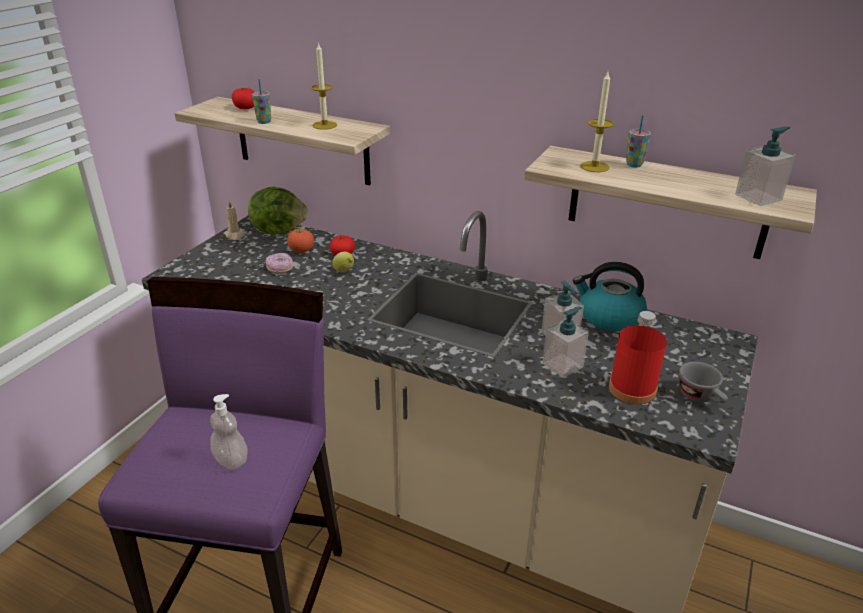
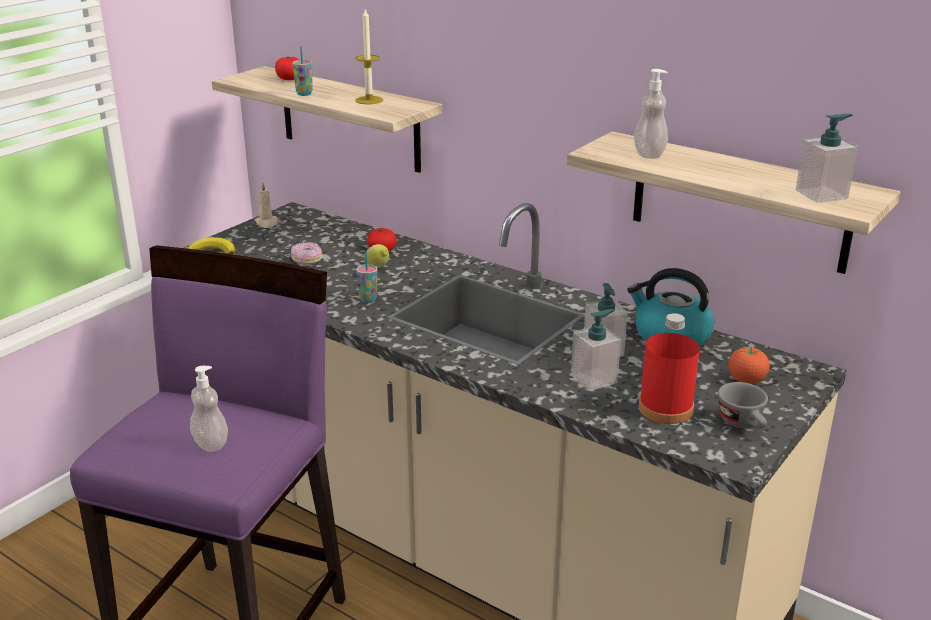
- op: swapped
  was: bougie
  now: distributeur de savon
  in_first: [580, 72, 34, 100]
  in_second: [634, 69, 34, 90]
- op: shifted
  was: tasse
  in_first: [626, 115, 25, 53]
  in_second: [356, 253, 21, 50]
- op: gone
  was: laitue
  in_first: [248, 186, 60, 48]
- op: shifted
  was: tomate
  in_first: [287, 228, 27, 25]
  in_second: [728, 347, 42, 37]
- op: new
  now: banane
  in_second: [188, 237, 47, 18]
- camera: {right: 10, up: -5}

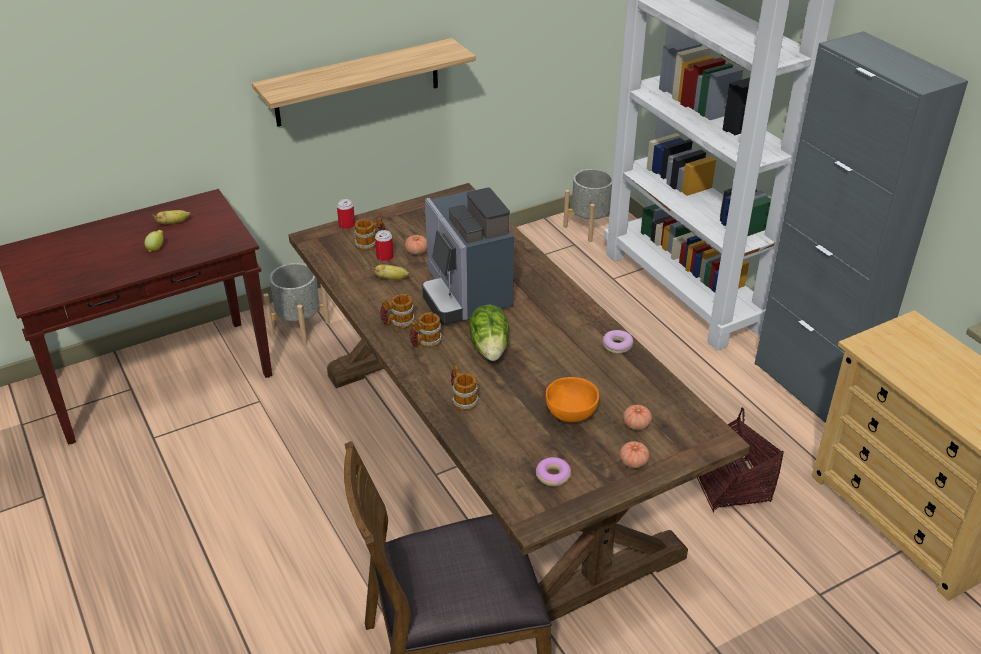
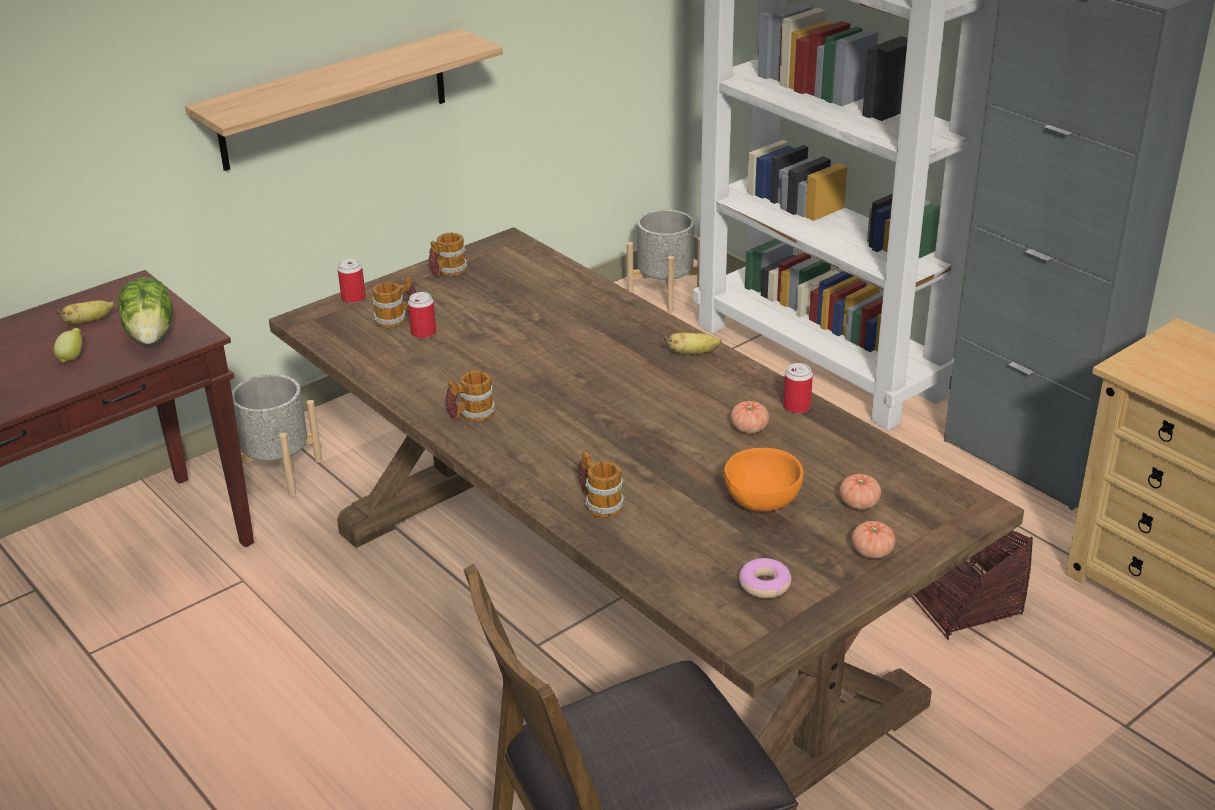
- op: gone
  was: machine à café
  in_first: [422, 188, 92, 137]
- op: shifted
  was: tomate
  in_first: [405, 235, 22, 20]
  in_second: [730, 401, 39, 32]
- op: shifted
  was: banane
  in_first: [371, 264, 38, 16]
  in_second: [664, 333, 58, 21]
- op: shifted
  was: laitue
  in_first: [469, 305, 40, 56]
  in_second: [118, 277, 55, 67]
- op: shifted
  was: mug
  in_first: [410, 312, 32, 36]
  in_second: [429, 232, 38, 45]
- op: swapped
  was: beignet
  now: boîte métallique
  in_first: [603, 330, 30, 24]
  in_second: [783, 363, 30, 51]
- camera: {right: -10, up: -5}

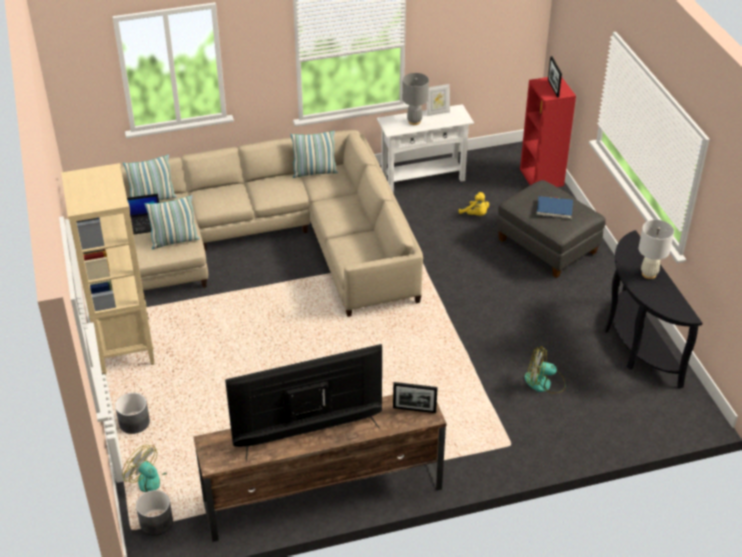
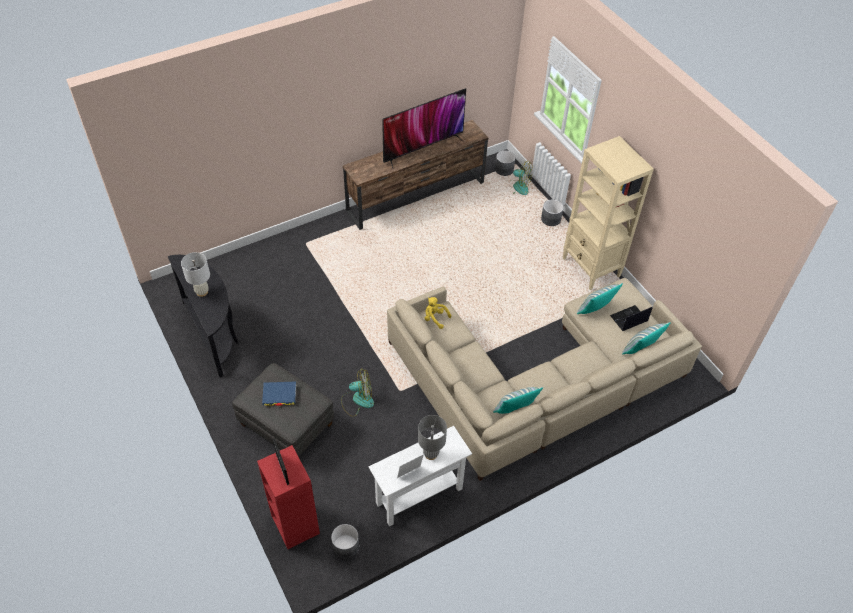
- op: shifted
  was: peluche (jaune)
  in_first: [459, 192, 30, 24]
  in_second: [425, 297, 26, 32]
- op: shifted
  was: ventilateur
  in_first: [524, 346, 41, 48]
  in_second: [341, 369, 33, 48]
- op: gone
  was: cadre photo
  in_first: [393, 382, 45, 31]
- op: new
  now: cache-pot (gris)
  in_second: [331, 524, 28, 35]
- camera: {right: 165, up: 10}

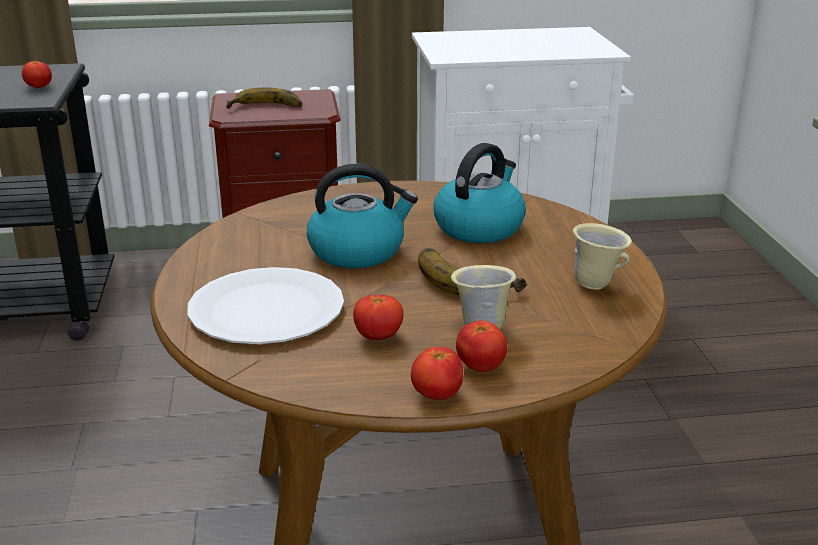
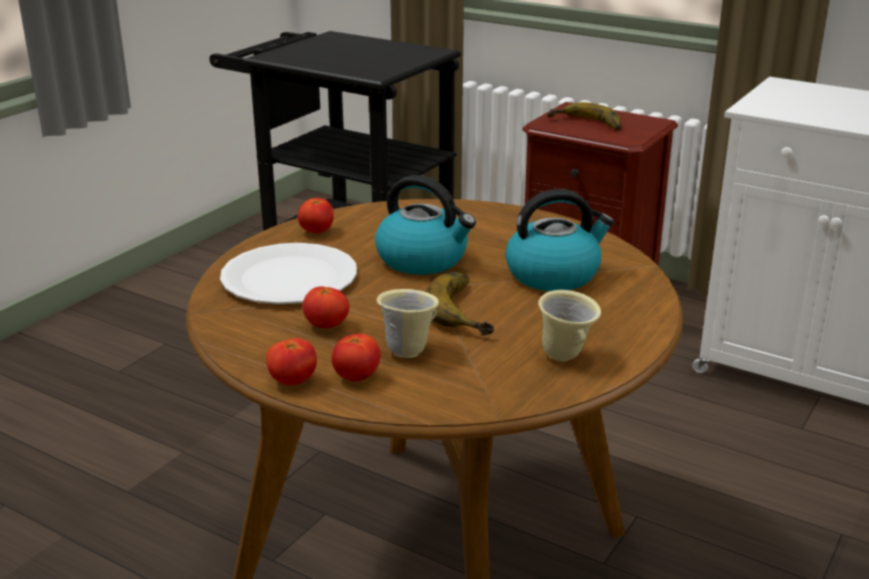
- op: shifted
  was: tomate
  in_first: [22, 61, 30, 27]
  in_second: [298, 198, 36, 35]
- camera: {right: 40, up: 0}

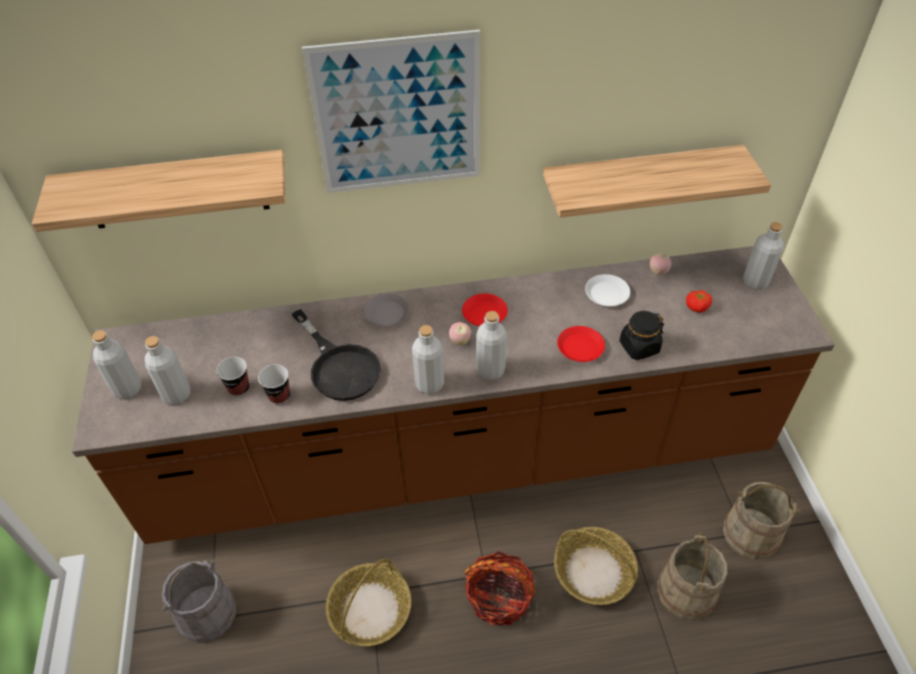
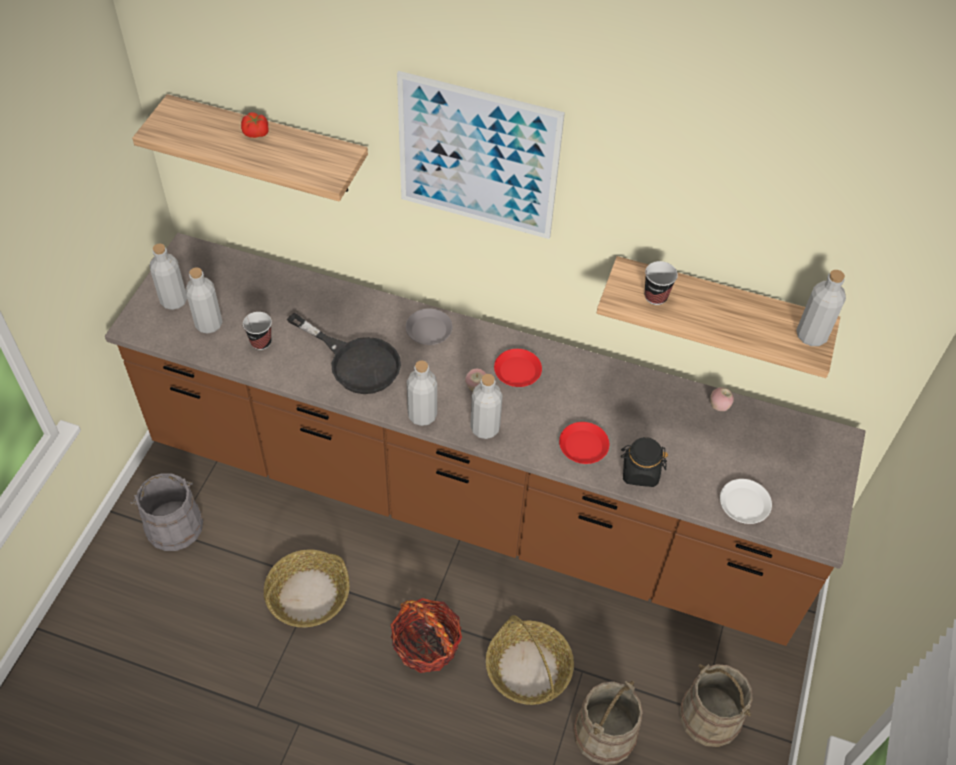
- op: shifted
  was: bouteille (gris)
  in_first: [743, 222, 41, 68]
  in_second: [796, 270, 50, 76]
- op: shifted
  was: assiette (blanc)
  in_first: [585, 274, 45, 32]
  in_second: [720, 479, 52, 45]
- op: shifted
  was: tomate
  in_first: [686, 290, 26, 22]
  in_second: [241, 112, 28, 26]
- op: rotated
  was: poêle (noir)
  in_first: [292, 309, 89, 92]
  in_second: [287, 312, 114, 82]
  clockwise: -45
- op: shifted
  was: tasse
  in_first: [258, 364, 32, 40]
  in_second: [645, 261, 33, 44]
- camera: {right: 25, up: 5}

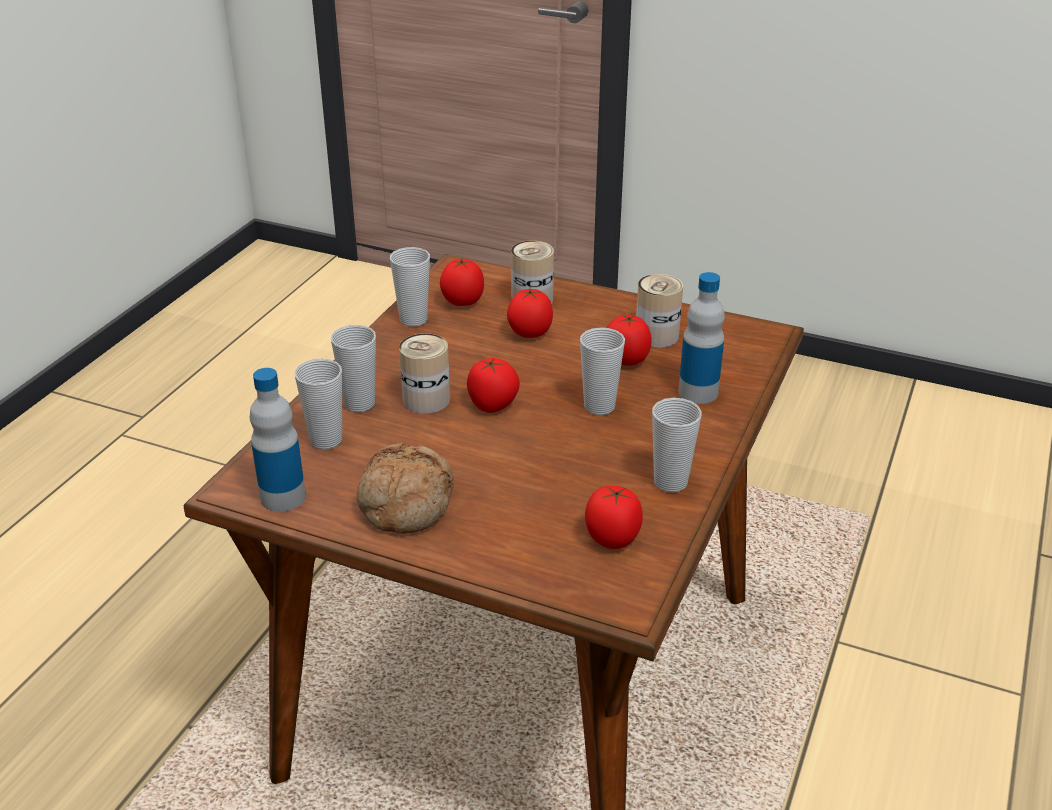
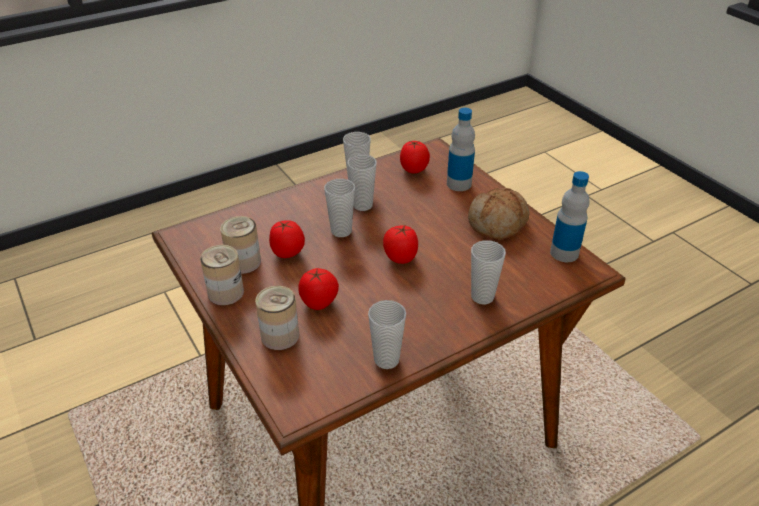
- op: gone
  was: tomate
  in_first: [440, 258, 44, 48]
- op: shifted
  was: bouteille
  in_first: [678, 272, 47, 132]
  in_second: [447, 108, 28, 83]
- op: shifted
  was: boîte métallique
  in_first: [399, 333, 51, 81]
  in_second: [200, 245, 44, 60]
- op: shifted
  was: tasse
  in_first: [295, 359, 47, 91]
  in_second: [348, 154, 29, 57]
- camera: {right: -145, up: 5}

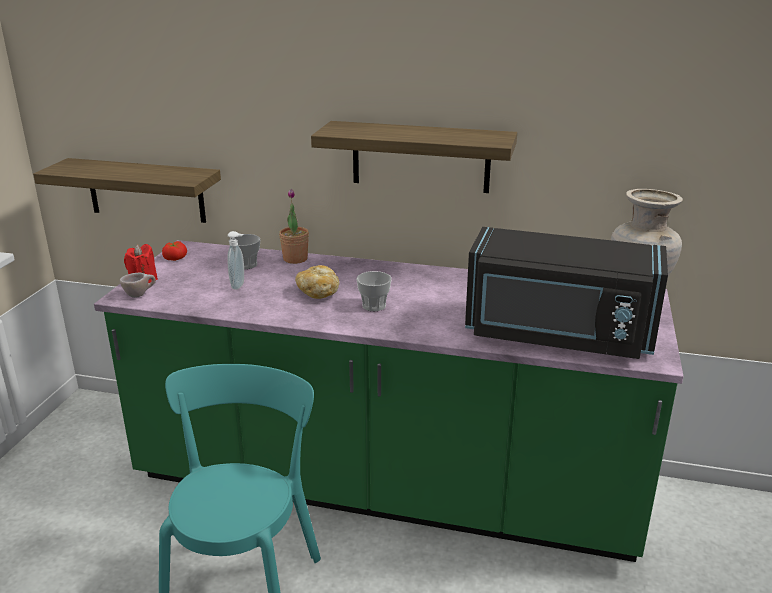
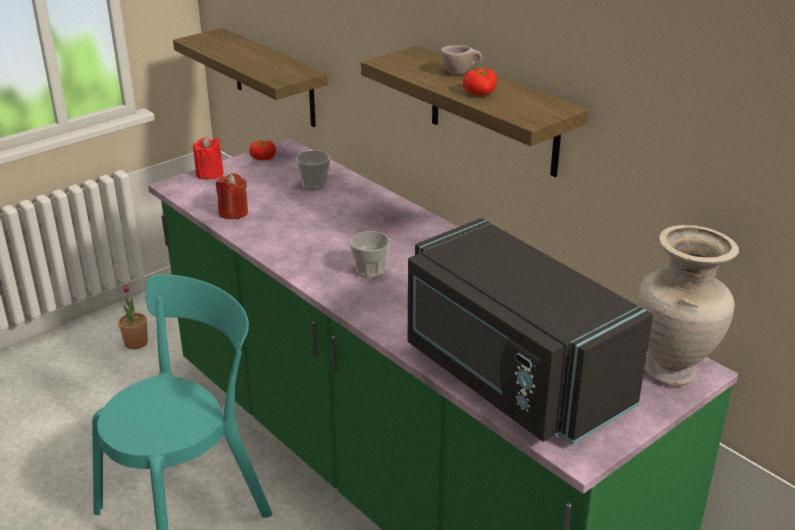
- op: shifted
  was: plante en pot
  in_first: [279, 189, 30, 75]
  in_second: [118, 284, 30, 65]
- op: gone
  was: distributeur de savon
  in_first: [227, 231, 17, 59]
- op: gone
  was: pain
  in_first: [295, 265, 45, 34]
- op: shifted
  was: tasse (beige)
  in_first: [120, 273, 36, 25]
  in_second: [440, 45, 42, 30]
- op: new
  now: tomate
  in_second: [463, 68, 34, 27]
- op: new
  now: bougie (rouge)
  in_second: [216, 173, 32, 46]
- camera: {right: 35, up: 5}

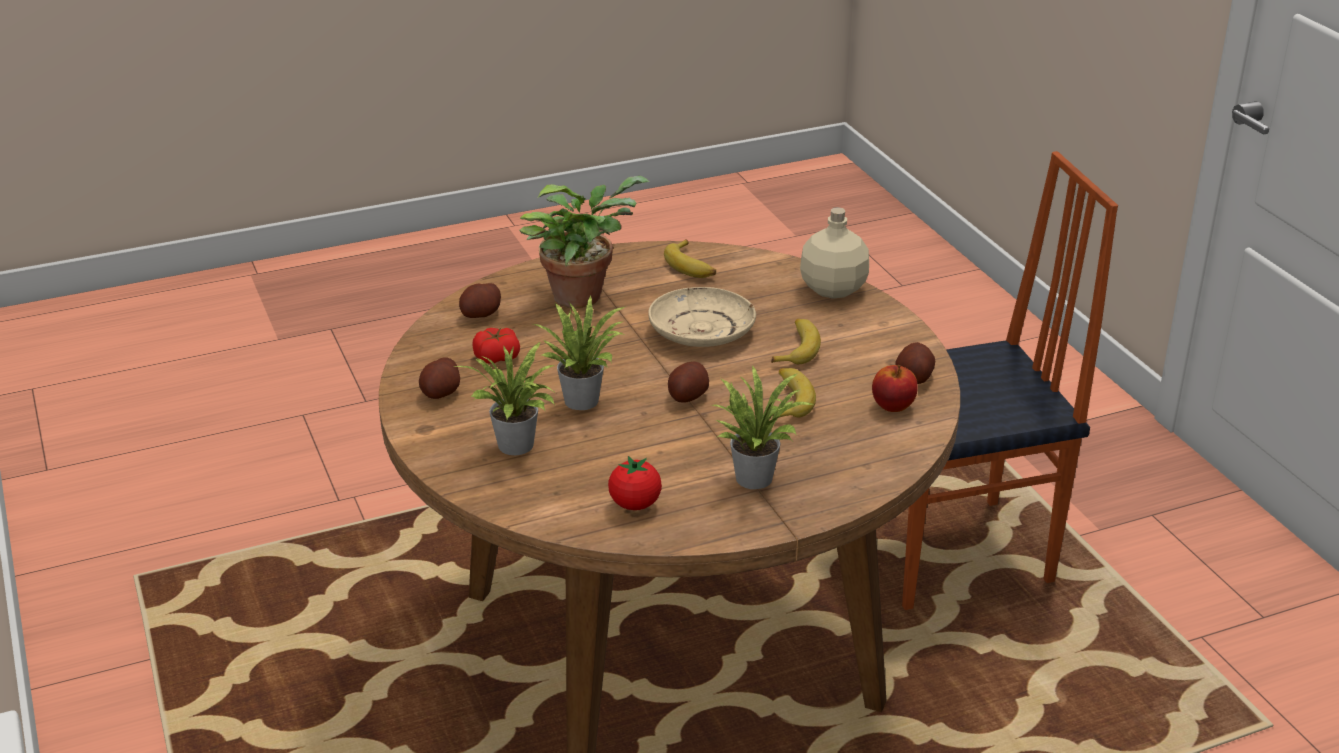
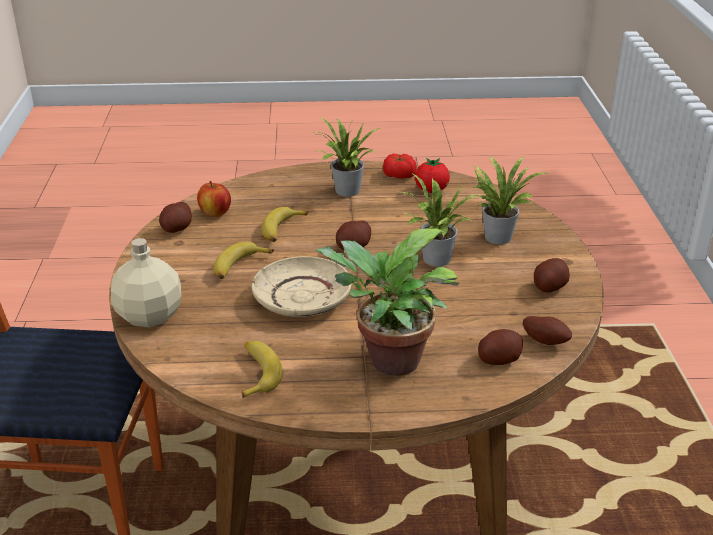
- op: shifted
  was: tomate
  in_first: [472, 327, 48, 37]
  in_second: [383, 154, 34, 24]
- op: new
  now: pomme de terre
  in_second: [523, 316, 49, 29]
- camera: {right: -160, up: 0}

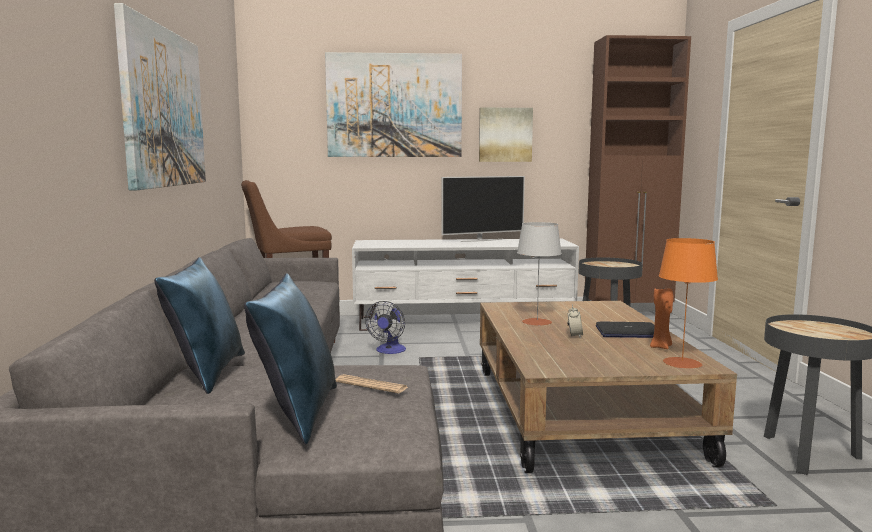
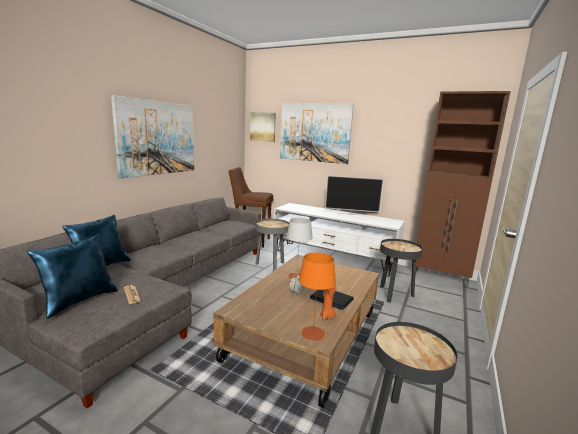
- op: shifted
  was: tableau
  in_first: [479, 108, 54, 54]
  in_second: [250, 112, 26, 30]
- op: swapped
  was: ventilateur
  now: table d'appoint (gris)
  in_first: [365, 301, 41, 53]
  in_second: [255, 219, 34, 52]
- camera: {right: 30, up: 5}

